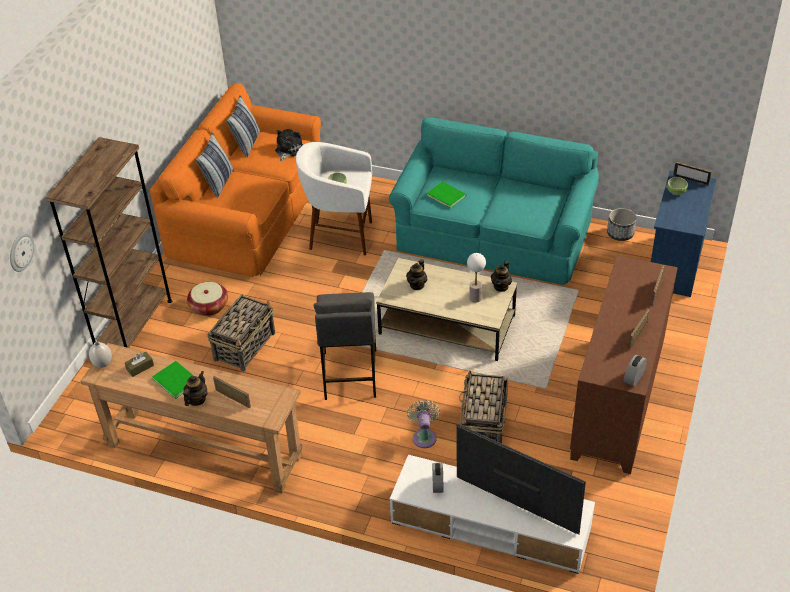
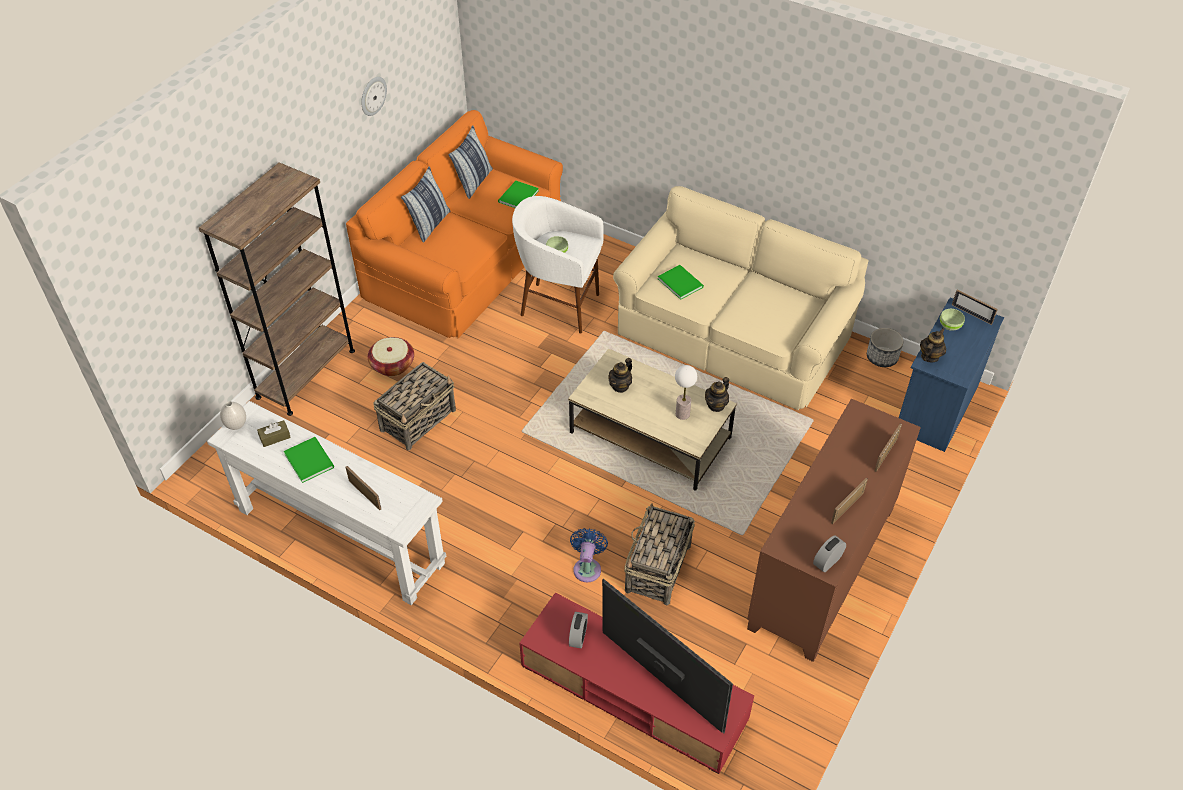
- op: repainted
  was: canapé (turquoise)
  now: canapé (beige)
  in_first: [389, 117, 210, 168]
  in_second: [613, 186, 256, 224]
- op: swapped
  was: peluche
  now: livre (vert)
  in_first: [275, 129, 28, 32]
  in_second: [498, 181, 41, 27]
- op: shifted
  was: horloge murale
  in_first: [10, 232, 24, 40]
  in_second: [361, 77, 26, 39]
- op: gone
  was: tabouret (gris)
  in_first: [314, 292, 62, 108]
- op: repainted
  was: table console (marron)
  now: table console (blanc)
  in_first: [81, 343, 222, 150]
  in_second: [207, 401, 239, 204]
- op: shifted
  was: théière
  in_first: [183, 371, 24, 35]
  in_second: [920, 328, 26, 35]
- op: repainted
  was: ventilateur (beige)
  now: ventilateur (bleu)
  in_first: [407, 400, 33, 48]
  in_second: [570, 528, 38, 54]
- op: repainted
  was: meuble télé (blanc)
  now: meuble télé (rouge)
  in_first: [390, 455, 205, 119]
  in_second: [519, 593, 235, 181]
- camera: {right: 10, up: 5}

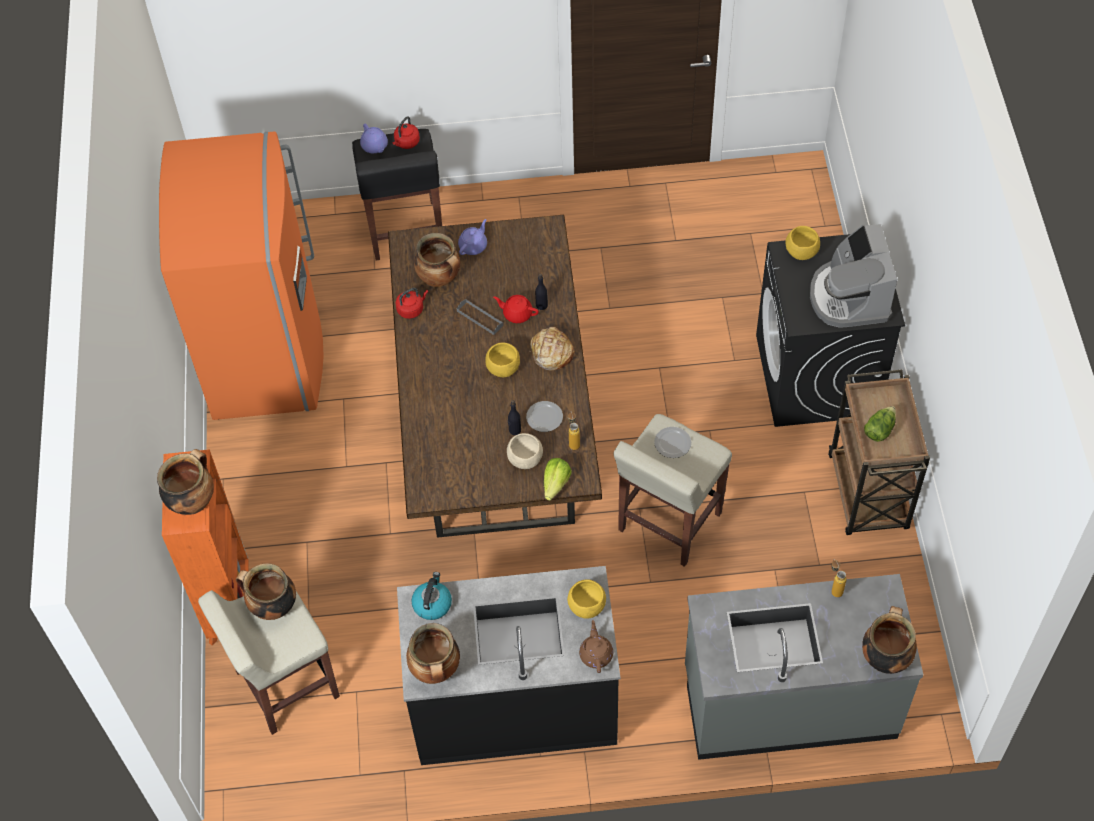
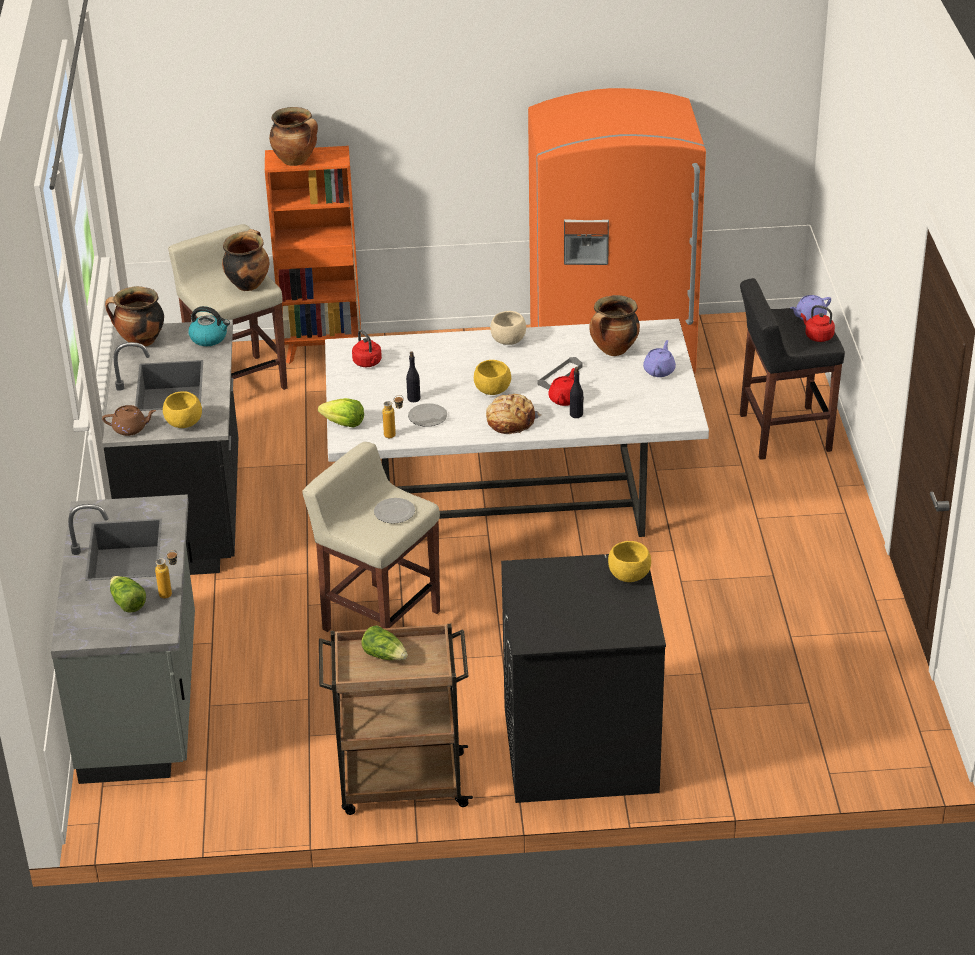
- op: repainted
  was: table à manger (marron)
  now: table à manger (blanc)
  in_first: [388, 215, 214, 323]
  in_second: [325, 319, 384, 218]
- op: rotated
  was: théière (violet)
  in_first: [458, 219, 29, 36]
  in_second: [643, 340, 33, 37]
  clockwise: -105
- op: gone
  was: machine à café
  in_first: [810, 224, 87, 104]
- op: shifted
  was: bouilloire (rouge)
  in_first: [395, 288, 33, 31]
  in_second: [352, 330, 30, 37]
- op: shifted
  was: bol (beige)
  in_first: [507, 433, 36, 36]
  in_second: [490, 311, 36, 34]
- op: gone
  was: marmite
  in_first: [862, 606, 55, 68]
- op: new
  now: laitue
  in_second: [110, 576, 36, 36]
- camera: {right: 90, up: -20}

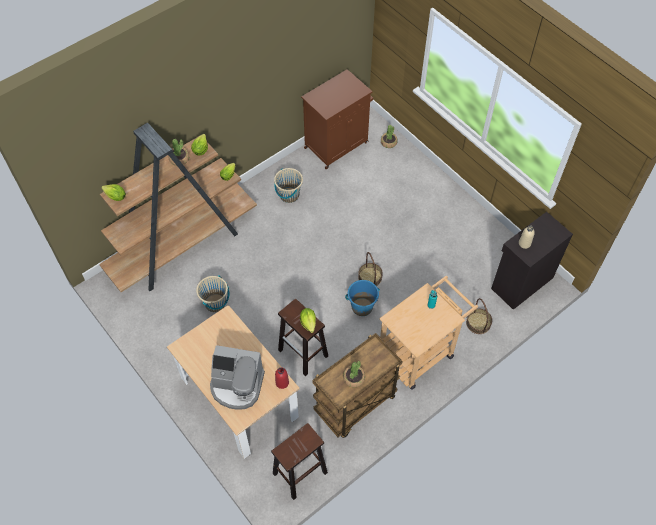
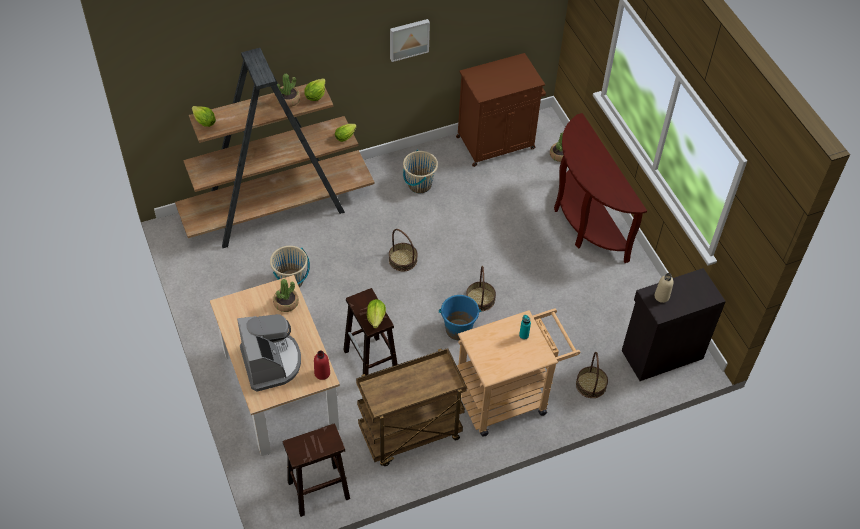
- op: rotated
  was: machine à café
  in_first: [210, 345, 55, 65]
  in_second: [237, 314, 64, 78]
  clockwise: -135
- op: shifted
  was: plante en pot
  in_first: [343, 361, 22, 26]
  in_second: [273, 279, 26, 33]
- op: new
  now: tableau
  in_second: [390, 19, 40, 43]
- op: new
  now: table console (marron)
  in_second: [554, 113, 93, 150]
- op: new
  now: panier
  in_second: [389, 229, 29, 43]
- camera: {right: 15, up: -5}

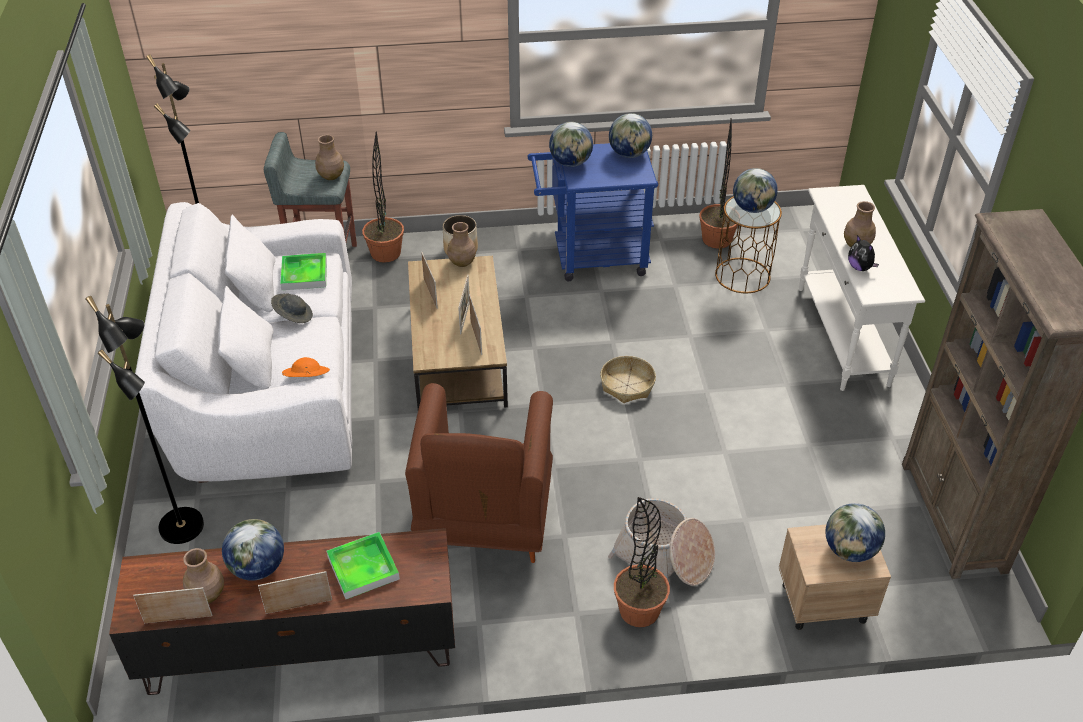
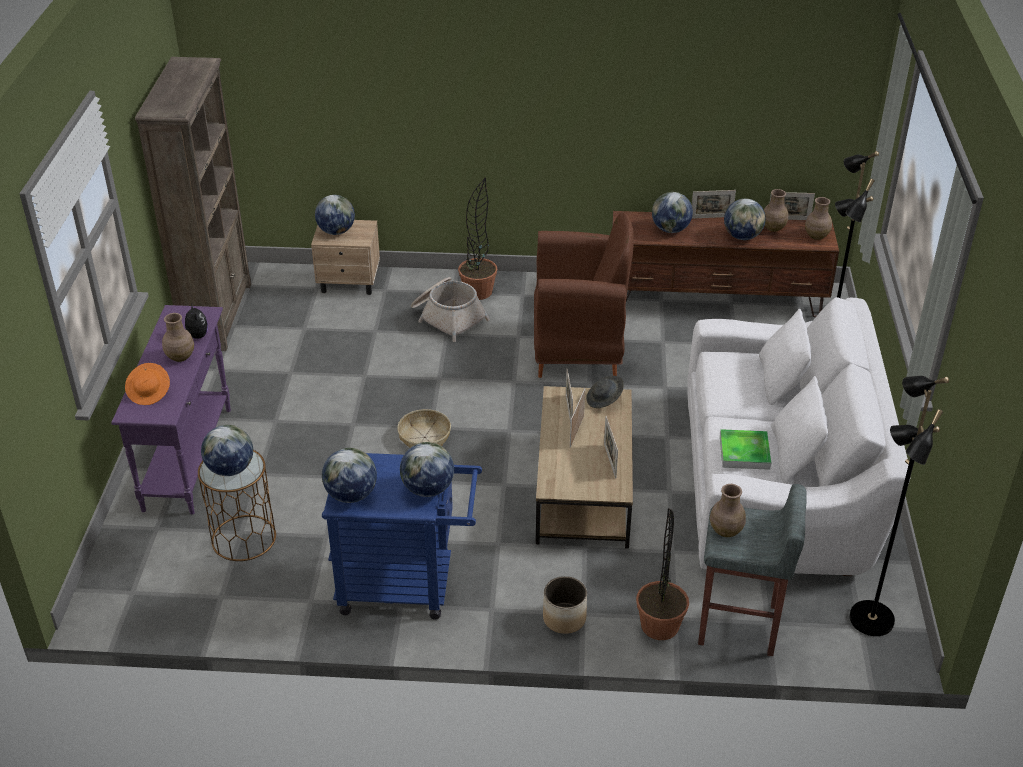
- op: gone
  was: plante en pot
  in_first: [699, 118, 39, 131]
- op: repainted
  was: table console (blanc)
  now: table console (violet)
  in_first: [799, 185, 126, 206]
  in_second: [111, 305, 120, 209]
- op: shifted
  was: vase (marron)
  in_first: [447, 222, 29, 45]
  in_second: [805, 197, 27, 43]
- op: shifted
  was: chapeau (gris)
  in_first: [271, 294, 42, 29]
  in_second: [586, 376, 38, 32]
- op: shifted
  was: chapeau (orange)
  in_first: [282, 357, 48, 20]
  in_second: [125, 363, 45, 42]
- op: rotated
  was: fauteuil (marron)
  in_first: [405, 383, 148, 180]
  in_second: [534, 212, 100, 166]
  clockwise: 75
- op: swapped
  was: plateau
  now: globe
  in_first: [327, 532, 73, 67]
  in_second: [652, 192, 41, 41]
- camera: {right: -170, up: -5}

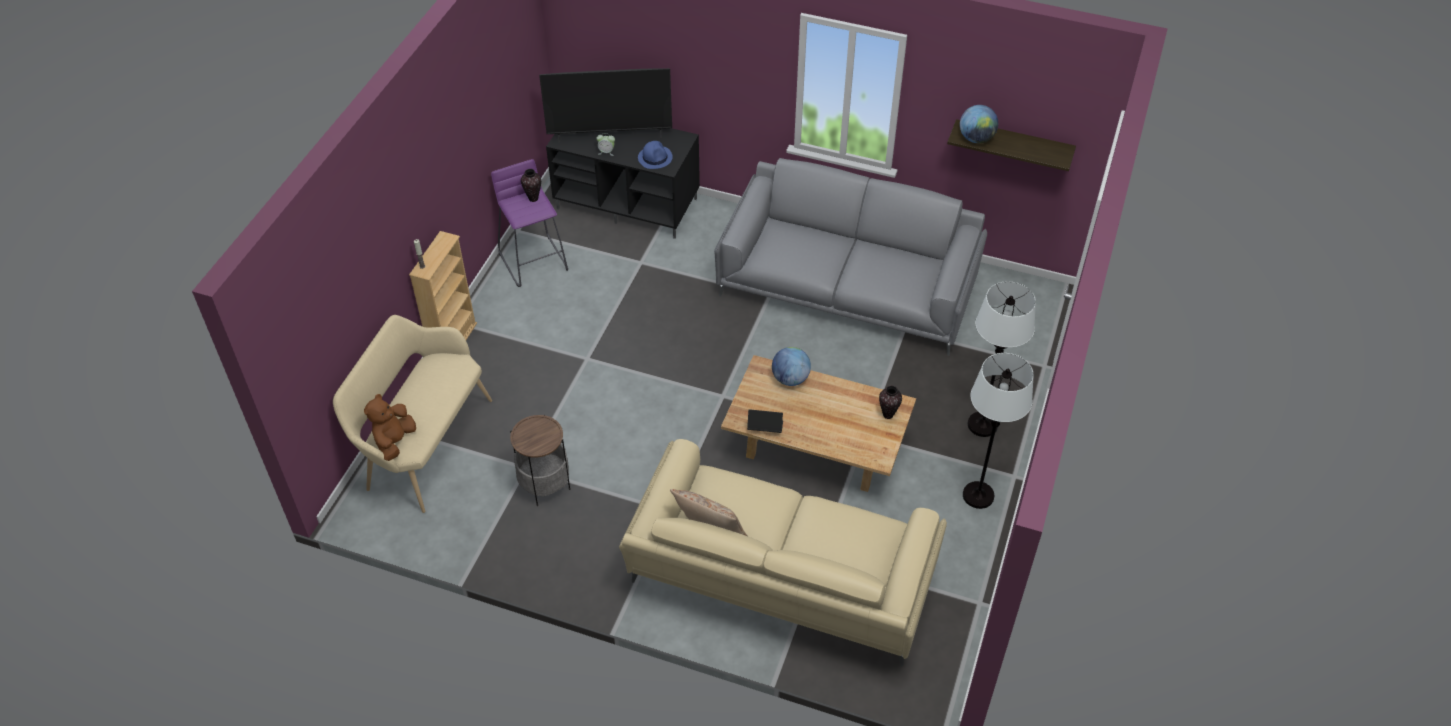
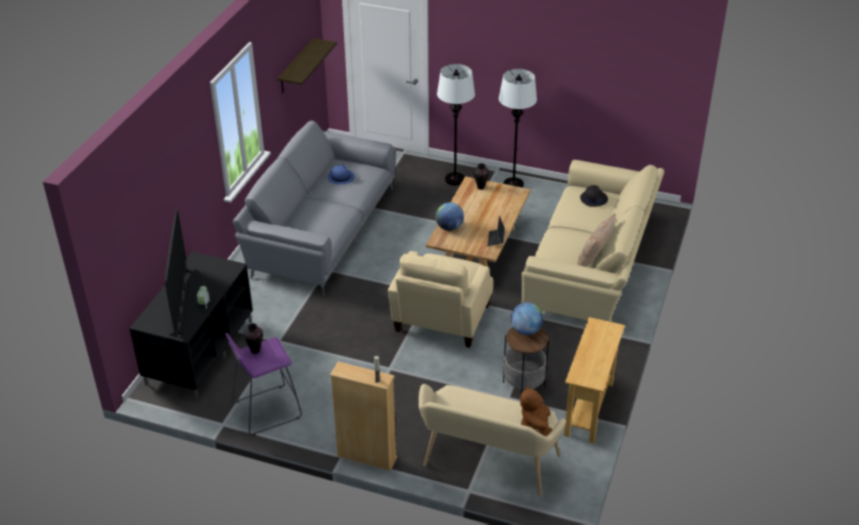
- op: shifted
  was: globe
  in_first: [960, 105, 38, 38]
  in_second: [511, 302, 33, 33]
- op: shifted
  was: chapeau (bleu)
  in_first: [638, 141, 35, 28]
  in_second: [328, 164, 27, 21]
- op: rotated
  was: peluche (marron)
  in_first: [364, 394, 52, 67]
  in_second: [520, 385, 33, 52]
  clockwise: 75
- op: new
  now: chapeau (noir)
  in_second: [580, 185, 28, 22]
- op: new
  now: fauteuil (beige)
  in_second: [388, 251, 105, 97]
- op: new
  now: table console (beige)
  in_second: [564, 317, 61, 126]
- camera: {right: -90, up: -10}

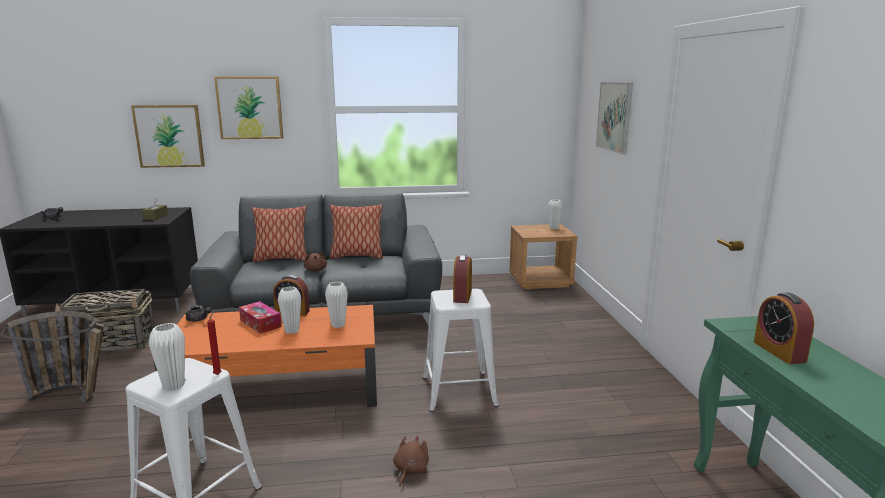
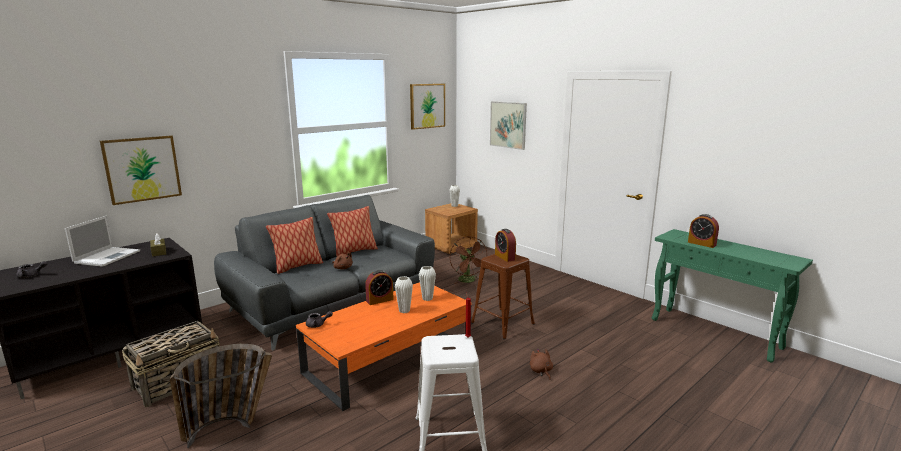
- op: shifted
  was: tableau
  in_first: [214, 76, 69, 63]
  in_second: [410, 84, 35, 46]
- op: repainted
  was: tabouret (blanc)
  now: tabouret (marron)
  in_first: [423, 289, 76, 123]
  in_second: [471, 254, 64, 86]
- op: gone
  was: boîte à mouchoirs
  in_first: [239, 301, 43, 33]
- op: gone
  was: vase (blanc)
  in_first: [149, 323, 36, 68]
- op: new
  now: ordinateur portable
  in_second: [65, 216, 75, 51]
- op: new
  now: ventilateur (marron)
  in_second: [450, 236, 37, 48]
- camera: {right: -35, up: 0}

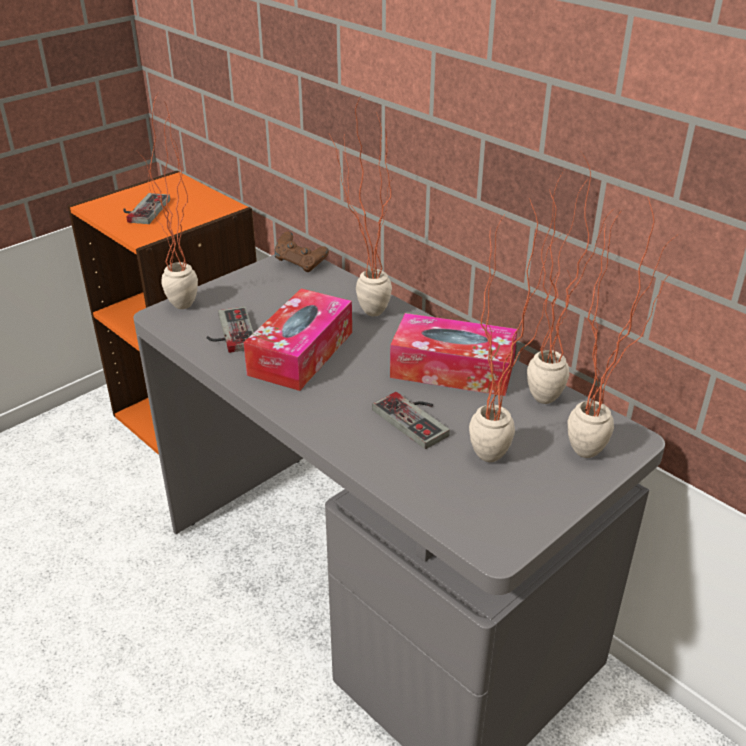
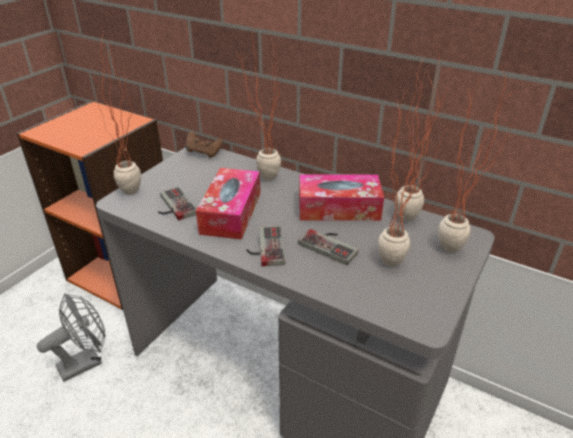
- op: shifted
  was: manette
  in_first: [123, 193, 47, 31]
  in_second: [246, 226, 39, 40]
- op: new
  now: ventilateur (gris)
  in_second: [37, 293, 69, 89]
- camera: {right: -15, up: 0}

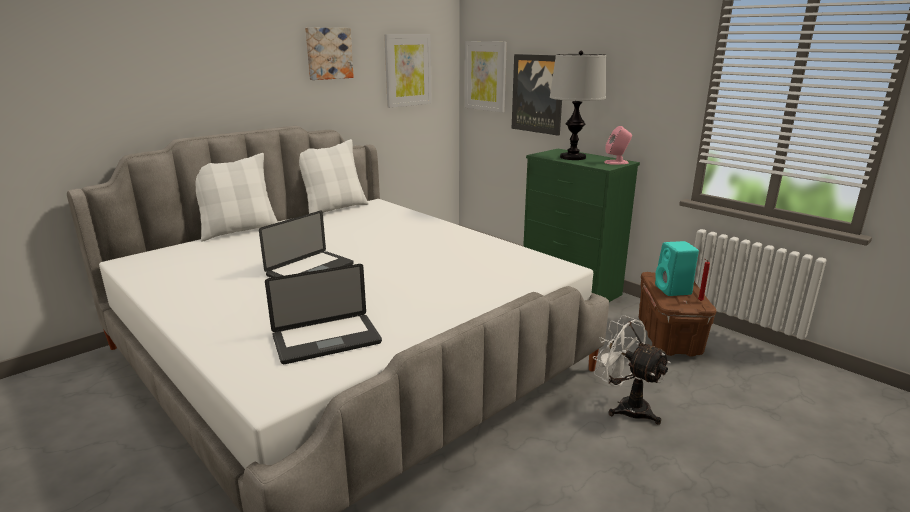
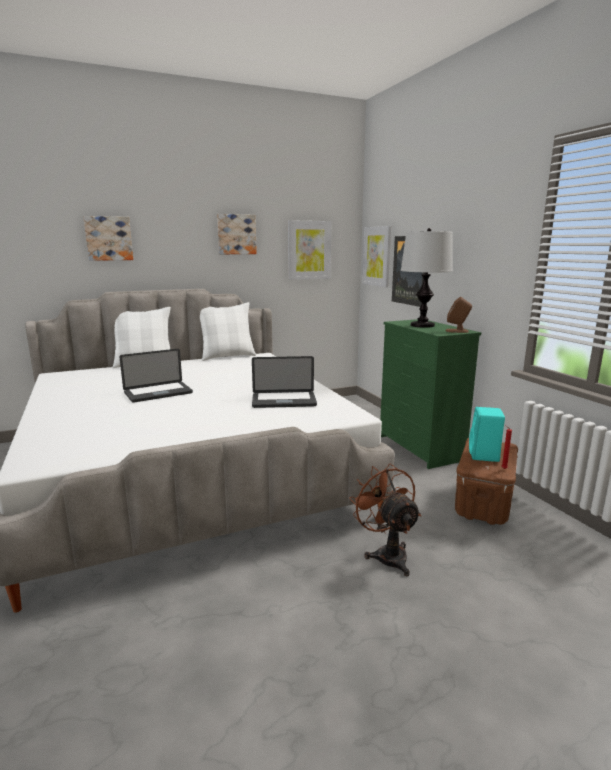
- op: repainted
  was: enceinte (rose)
  now: enceinte (marron)
  in_first: [604, 126, 28, 39]
  in_second: [445, 297, 27, 36]
- op: shifted
  was: ordinateur portable
  in_first: [265, 264, 117, 100]
  in_second: [252, 356, 65, 52]
- op: repainted
  was: ventilateur (blanc)
  now: ventilateur (marron)
  in_first: [593, 315, 77, 110]
  in_second: [349, 464, 72, 112]
- op: new
  now: tableau
  in_second: [83, 216, 50, 45]
- camera: {right: 20, up: -5}

